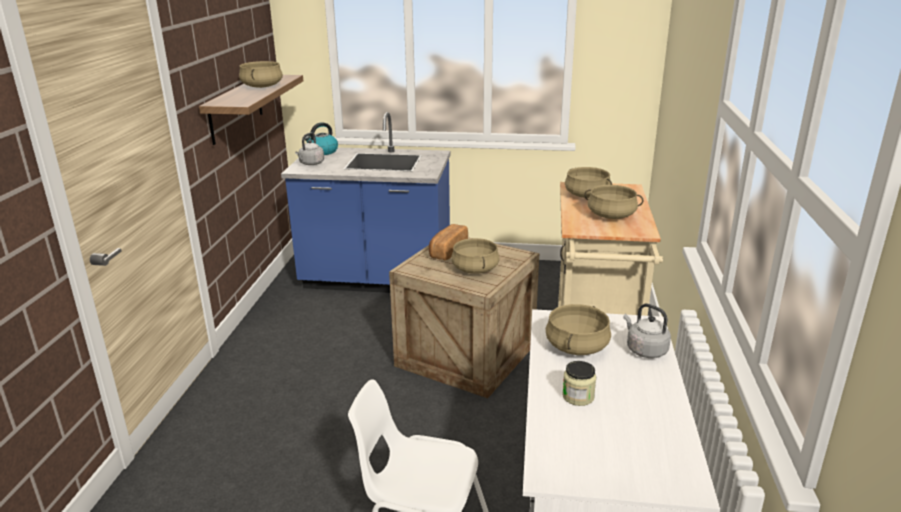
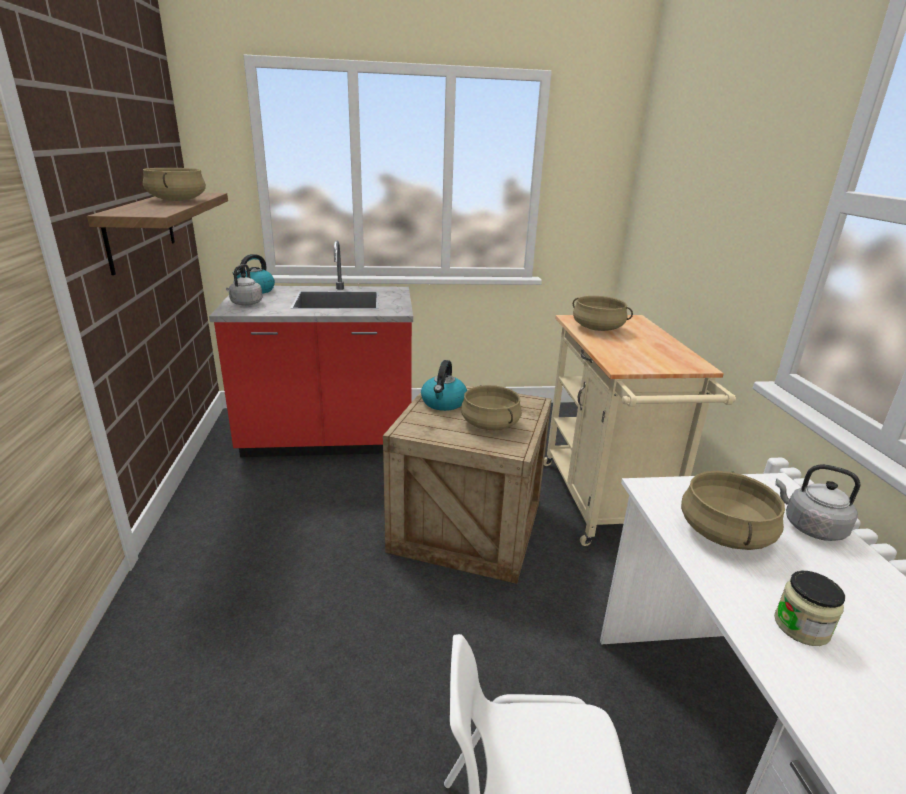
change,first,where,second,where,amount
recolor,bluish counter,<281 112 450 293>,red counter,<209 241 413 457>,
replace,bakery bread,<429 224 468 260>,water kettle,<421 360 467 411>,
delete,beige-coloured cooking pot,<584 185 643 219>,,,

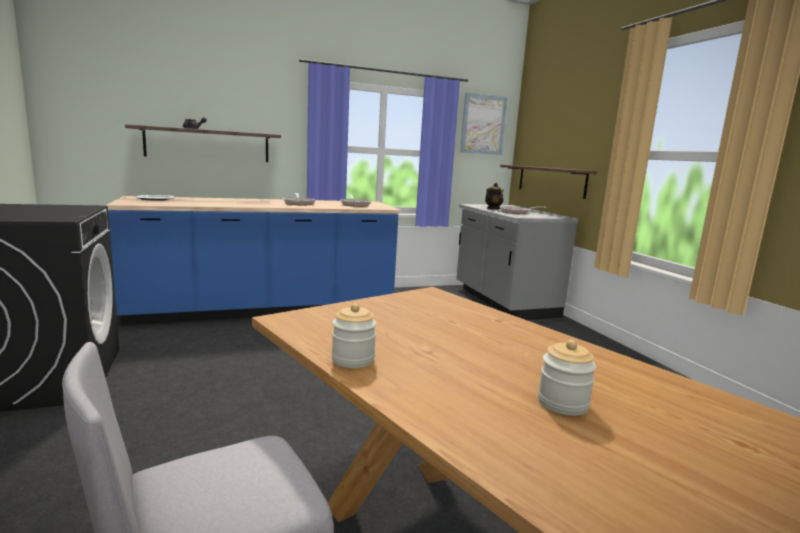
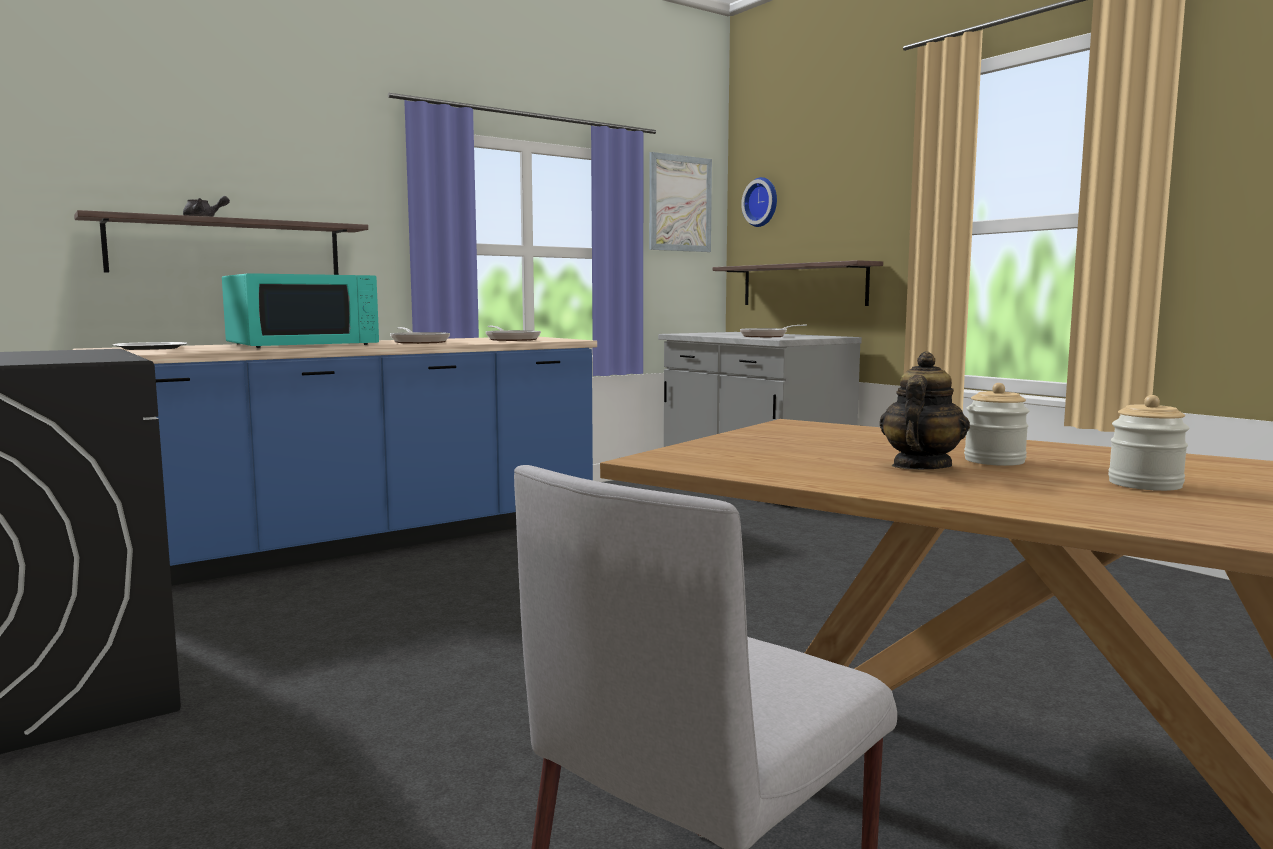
change,first,where,second,where,amount
move,storage jar,<332 303 377 368>,,<964 383 1029 466>,
move,tea pot,<485 183 504 209>,,<880 352 970 469>,
insert,,,turquoise microwave,<222 273 379 348>,
insert,,,clock on the wall,<741 177 777 227>,

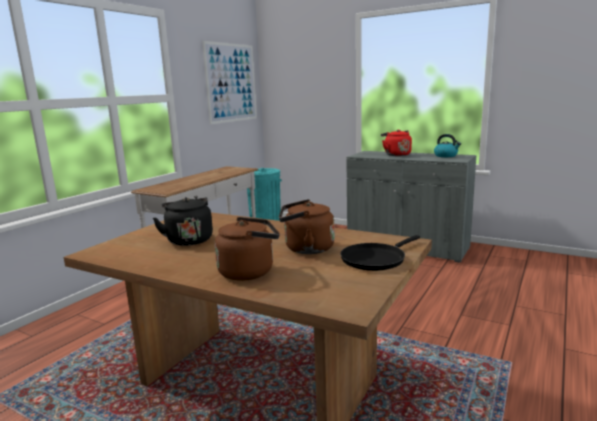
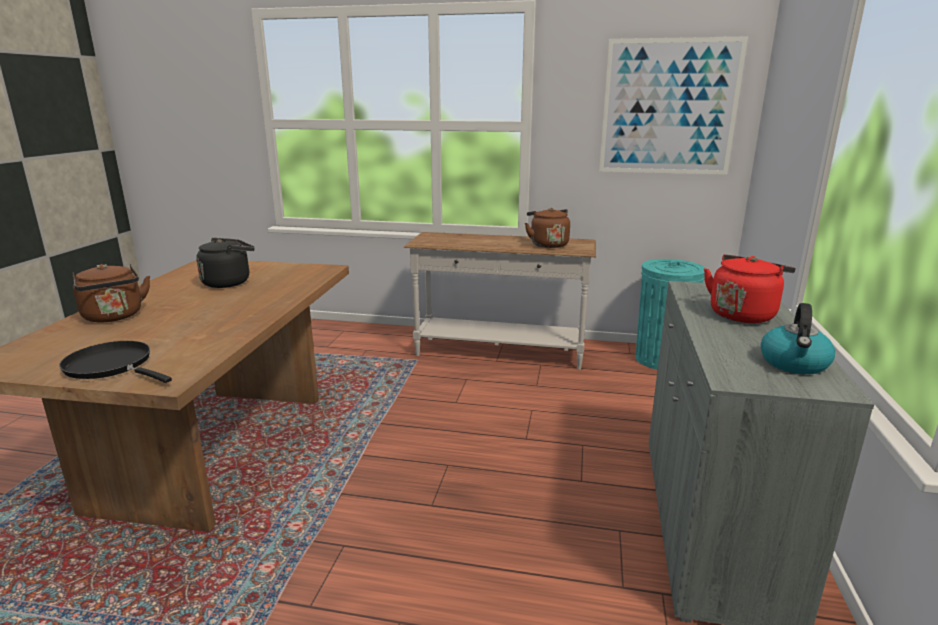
change,first,where,second,where,amount
move,brown water kettle,<279 199 335 254>,,<525 208 570 248>,

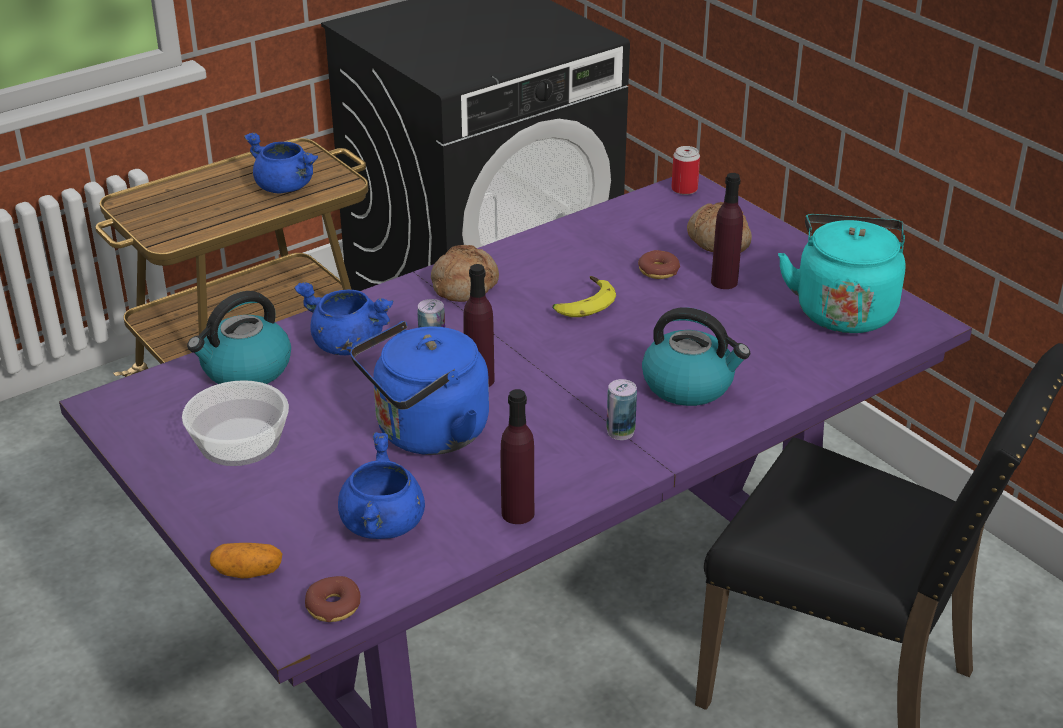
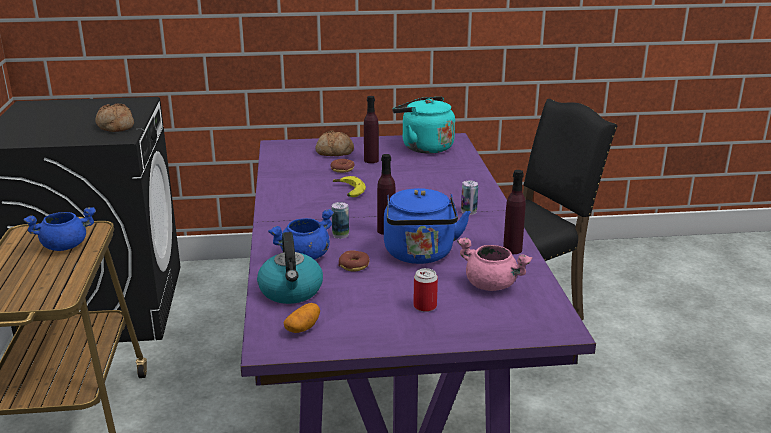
change,first,where,second,where,amount
delete,deep dish,<182 380 289 466>,,,
move,whole potato,<210 543 282 579>,,<284 303 320 333>,
move,donut,<305 576 360 622>,,<339 250 370 272>,
recolor,bluish cooking pot,<338 432 425 539>,pink-coloured cooking pot,<457 238 532 291>,
move,bakery bread,<431 245 499 302>,,<95 103 134 132>,
delete,water kettle,<642 307 750 406>,,,
move,can,<672 146 700 195>,,<413 268 438 312>,

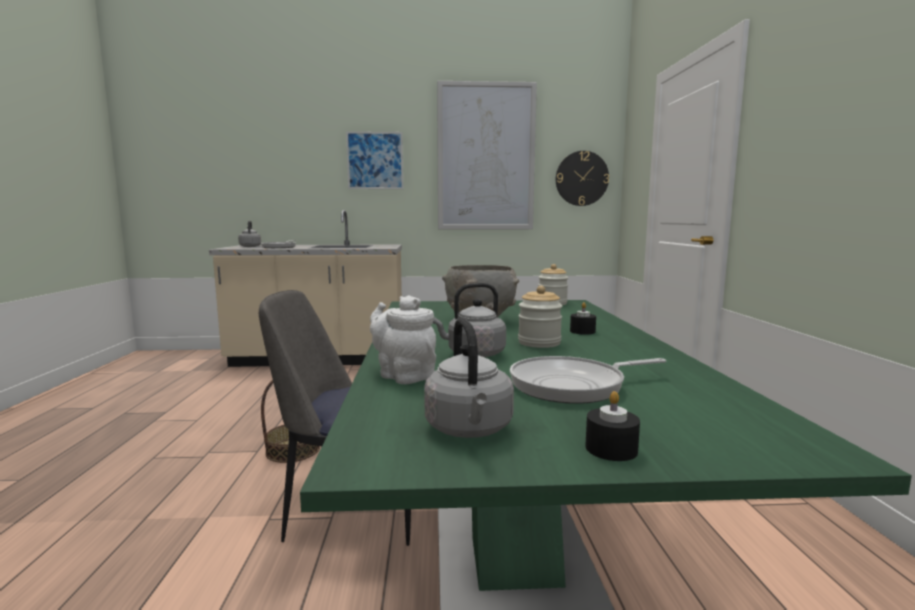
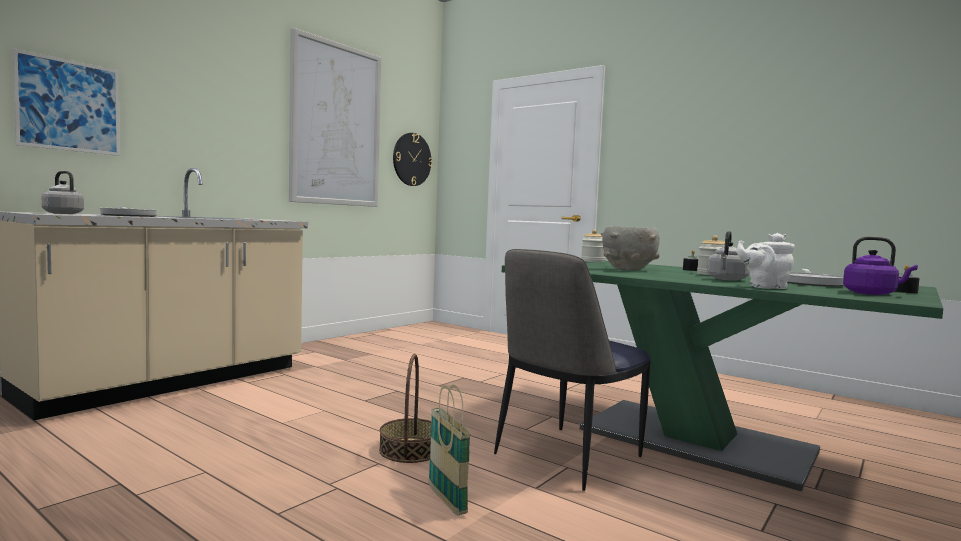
change,first,where,second,where,amount
move,wall picture,<346 131 404 189>,,<13 48 120 156>,
recolor,grey water kettle,<424 318 514 438>,purple-coloured water kettle,<843 237 918 295>,
insert,,,household basket,<428 385 471 515>,

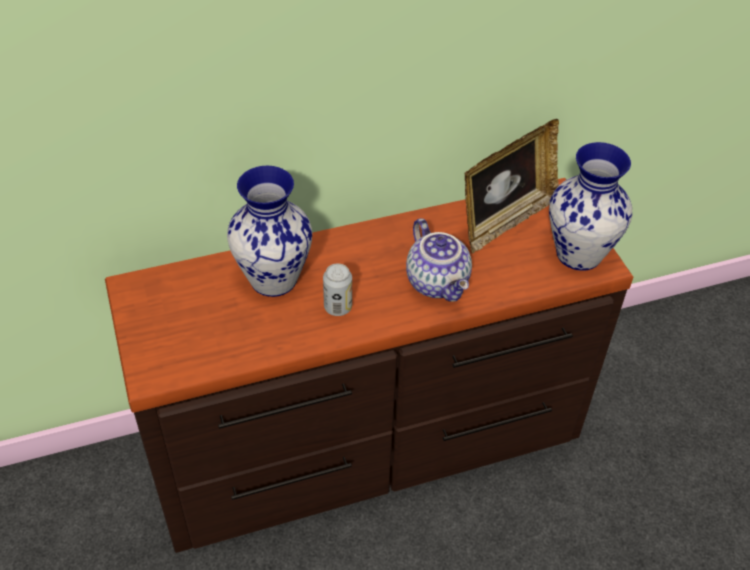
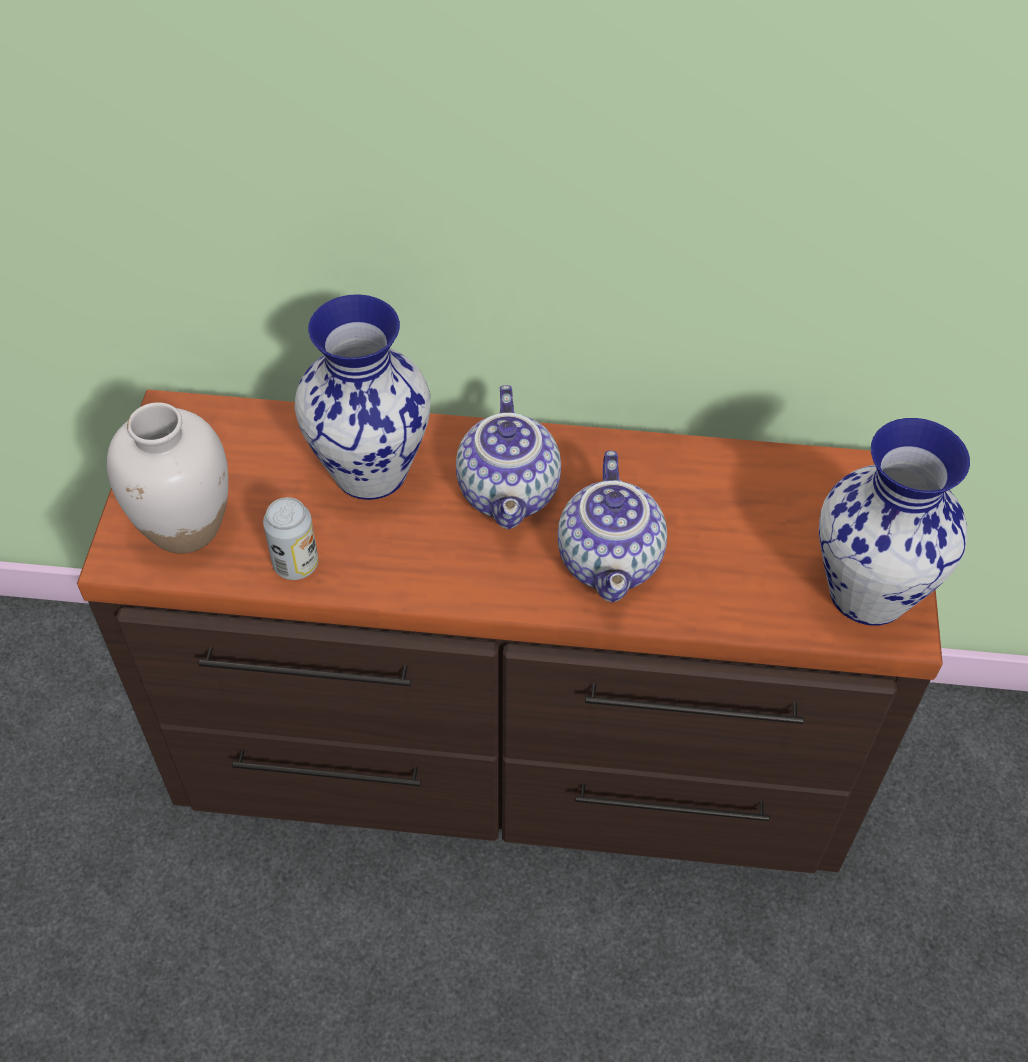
change,first,where,second,where,amount
move,can,<323 263 352 316>,,<263 497 318 580>,
delete,photo frame,<465 119 559 254>,,,
insert,,,white flower vase,<107 402 228 553>,
insert,,,tea pot,<456 385 561 529>,

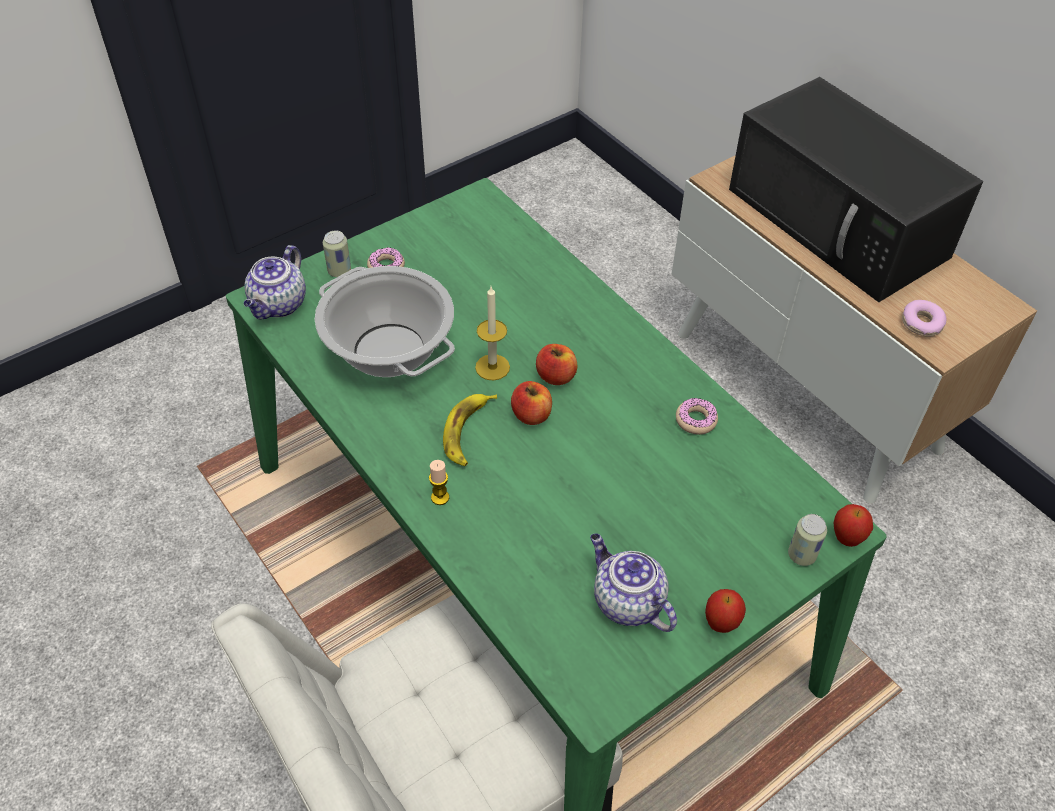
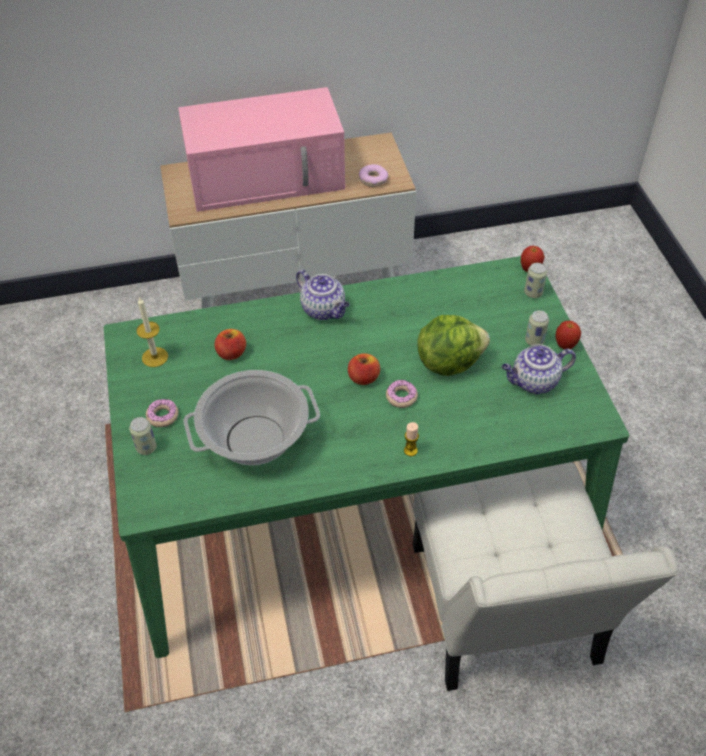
change,first,where,second,where,amount
move,tea pot,<244 245 306 320>,,<296 270 350 320>,
delete,banana fruit,<443 394 497 466>,,,
move,wax candle,<475 287 510 380>,,<136 297 168 367>,
move,apple fruit,<536 344 578 385>,,<215 329 246 360>,
move,donut,<676 398 718 435>,,<386 380 418 408>,
recolor,blackish microwave,<729 77 983 302>,pink-coloured microwave,<178 87 345 212>,
insert,,,head of lettuce,<417 315 490 376>,
insert,,,can,<525 310 549 346>,

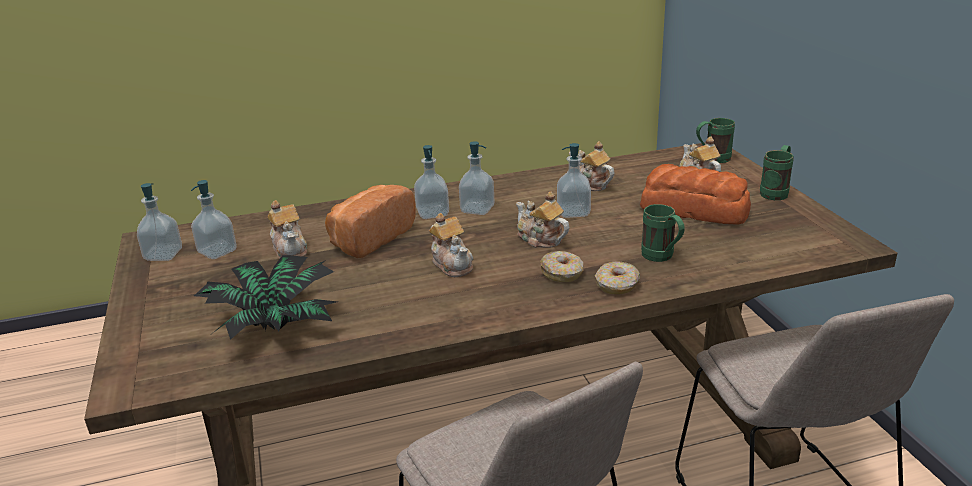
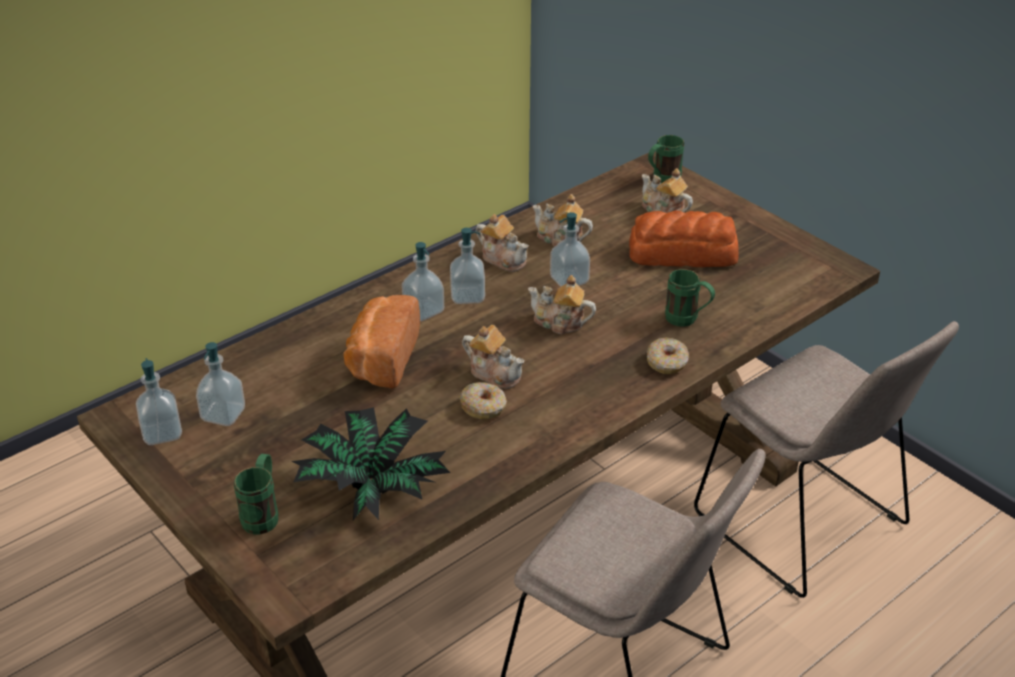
change,first,where,second,where,amount
move,tea pot,<267 200 307 259>,,<476 214 529 272>,
move,donut,<540 251 584 282>,,<459 382 507 419>,
move,green tea mug,<760 145 794 200>,,<234 454 279 534>,

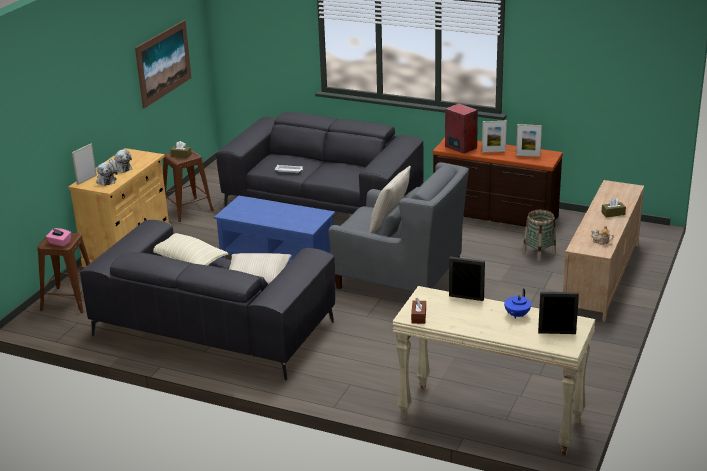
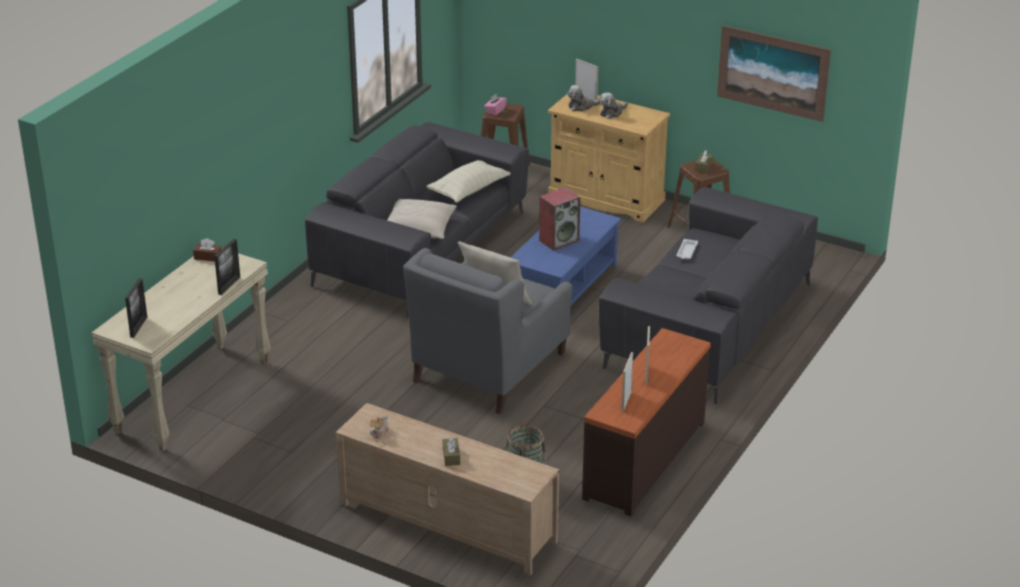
change,first,where,second,where,amount
move,audio speaker,<445 103 478 154>,,<539 187 581 251>,
delete,bluish tea pot,<504 289 531 319>,,,

